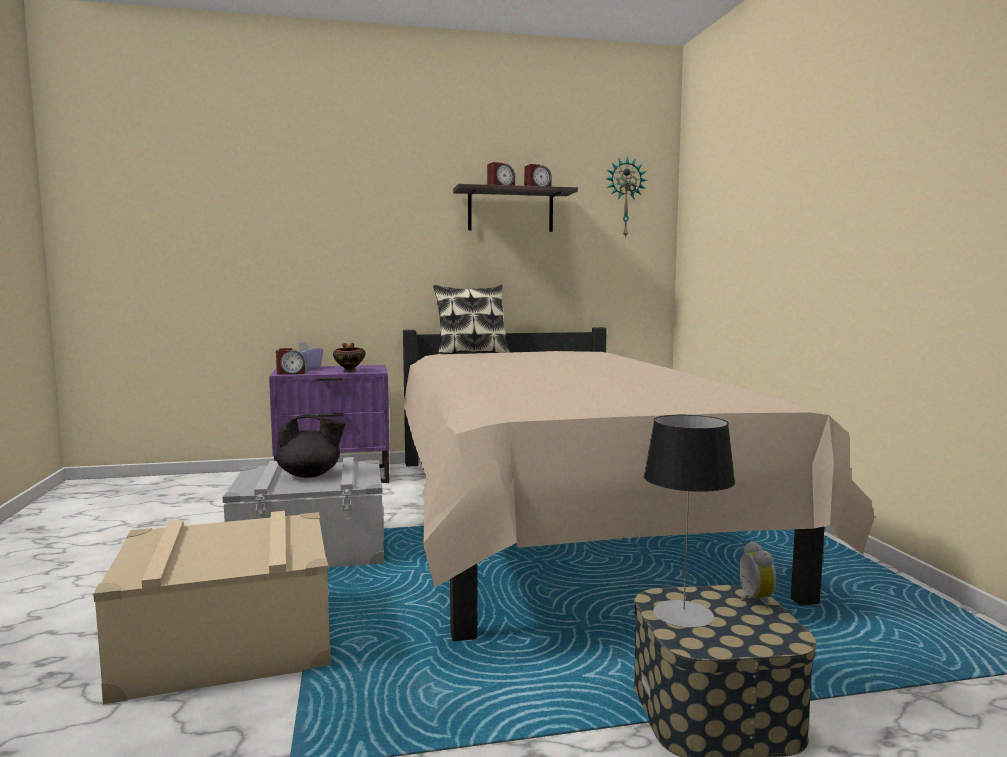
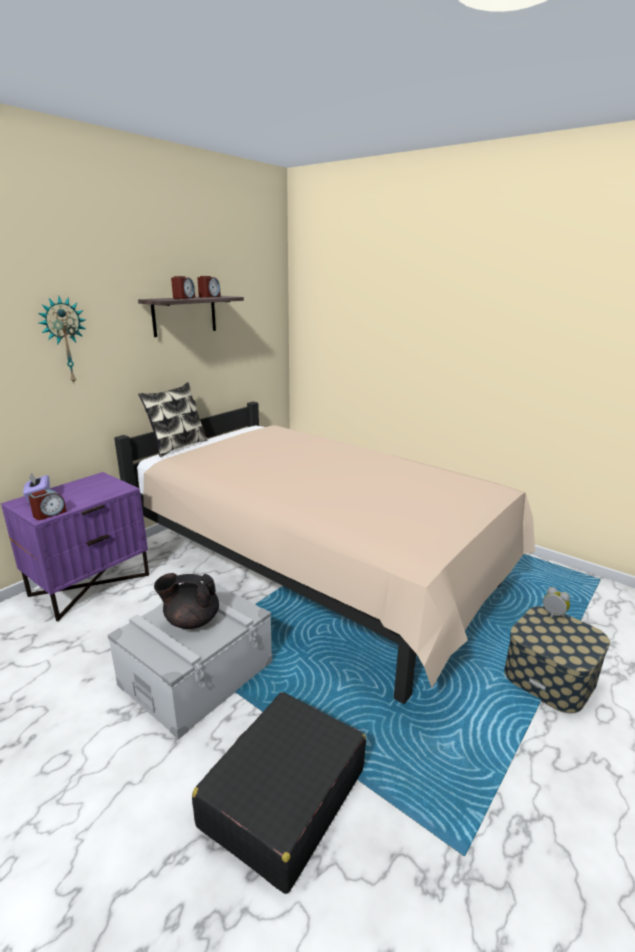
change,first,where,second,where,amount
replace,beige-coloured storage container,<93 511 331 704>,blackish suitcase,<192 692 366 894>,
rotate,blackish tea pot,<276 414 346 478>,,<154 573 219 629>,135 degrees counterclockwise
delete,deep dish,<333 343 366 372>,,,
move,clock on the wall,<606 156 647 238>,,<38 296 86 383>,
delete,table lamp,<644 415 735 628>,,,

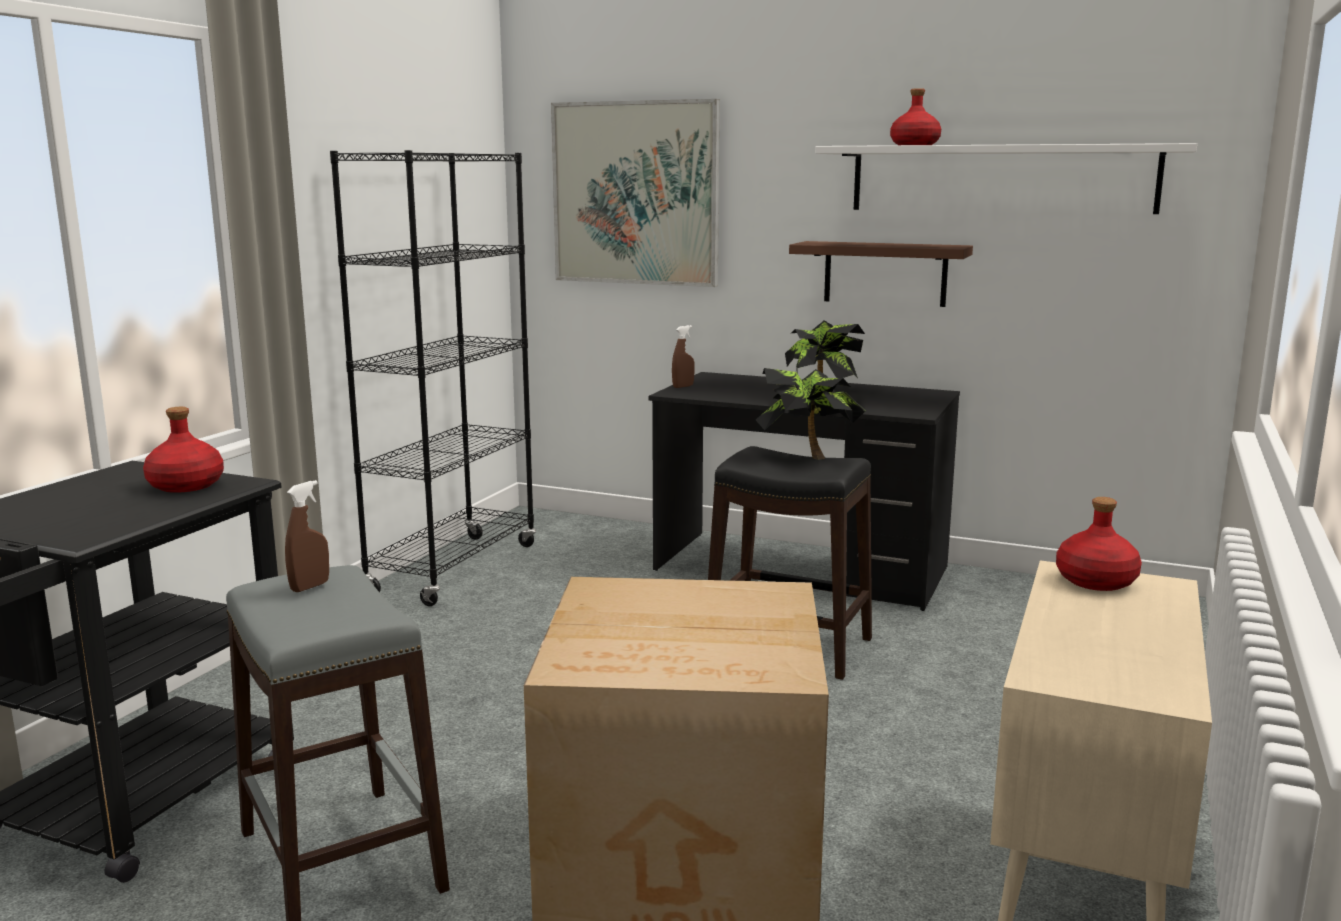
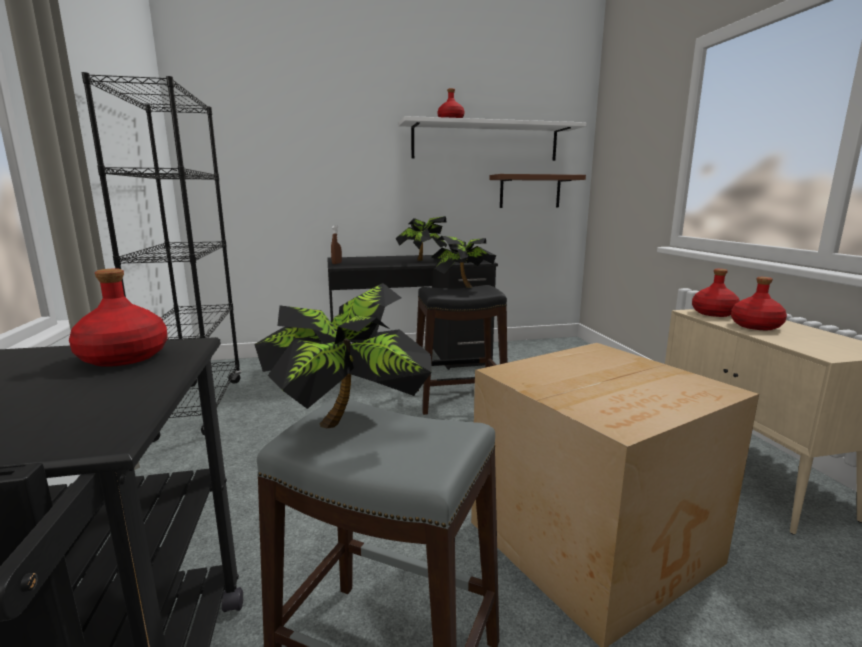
change,first,where,second,where,amount
replace,brown spray bottle,<285 480 329 592>,houseplant,<254 283 432 428>,
delete,wall picture,<551 99 720 287>,,,
move,brown bracket shelf,<789 241 973 307>,,<489 174 586 208>,
insert,,,red bottle,<731 277 787 330>,

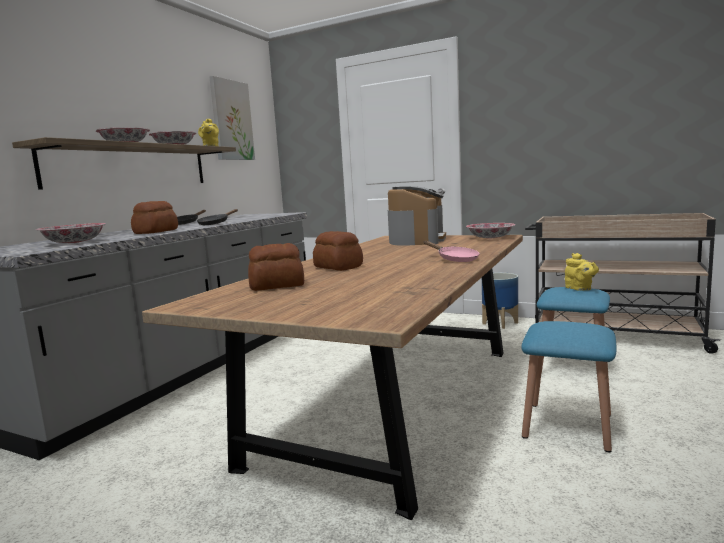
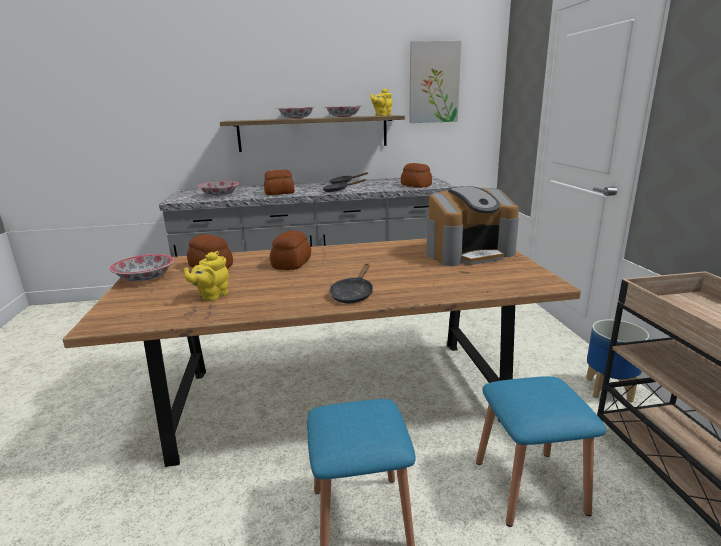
change,first,where,second,where,amount
recolor,pink-coloured pan,<424 241 479 262>,blackish pan,<329 264 373 303>,
move,deep dish,<466 223 515 239>,,<109 254 174 281>,
move,yellow tea pot,<565 253 599 291>,,<184 251 229 301>,
insert,,,bakery bread,<401 163 432 188>,

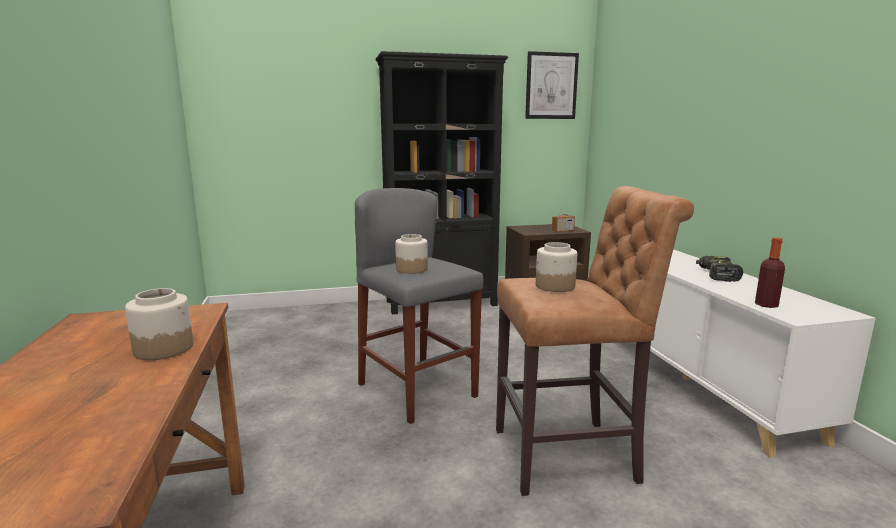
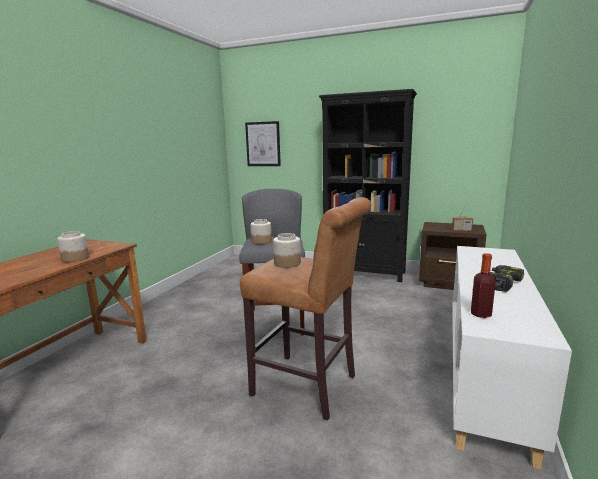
change,first,where,second,where,amount
move,wall picture,<525 51 579 119>,,<245 121 281 166>,

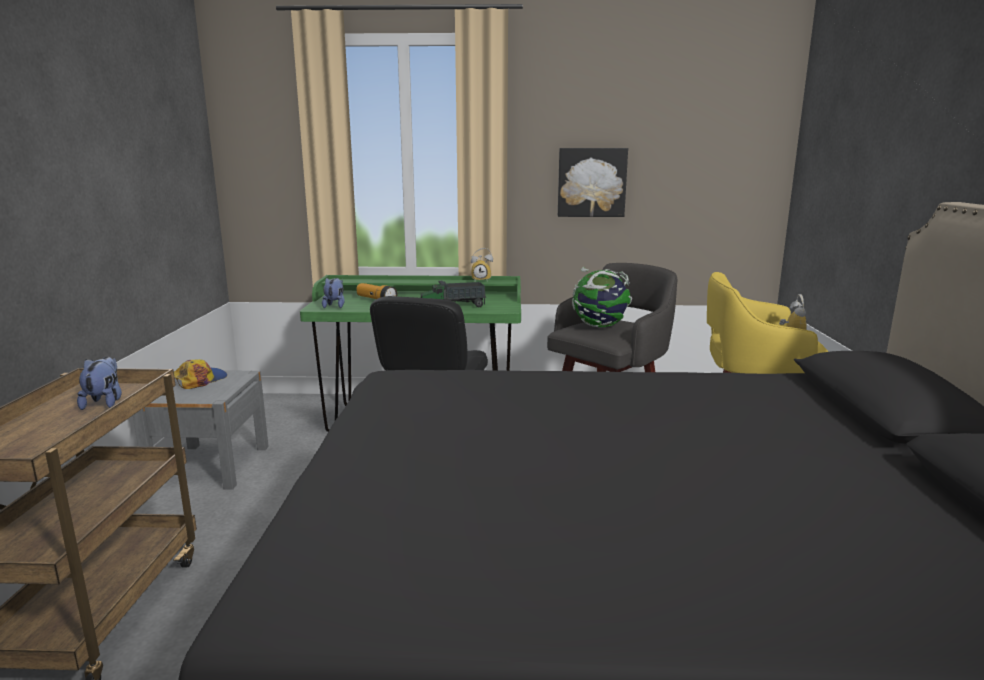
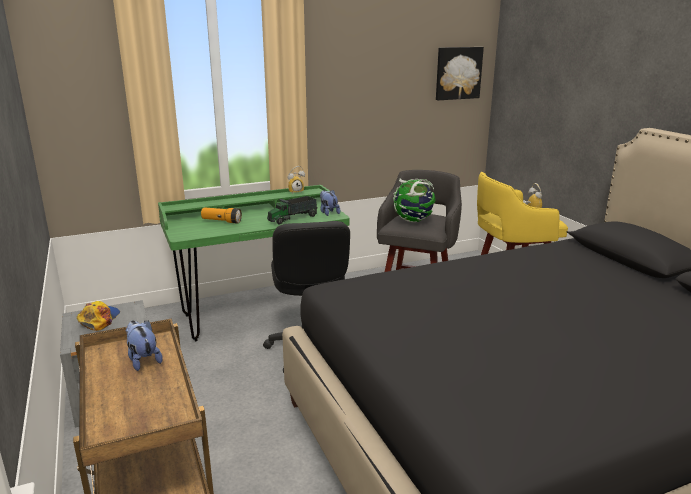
change,first,where,second,where,amount
move,soft toy,<322 278 345 308>,,<320 190 340 216>,
move,wall picture,<558 148 628 217>,,<436 47 484 100>,

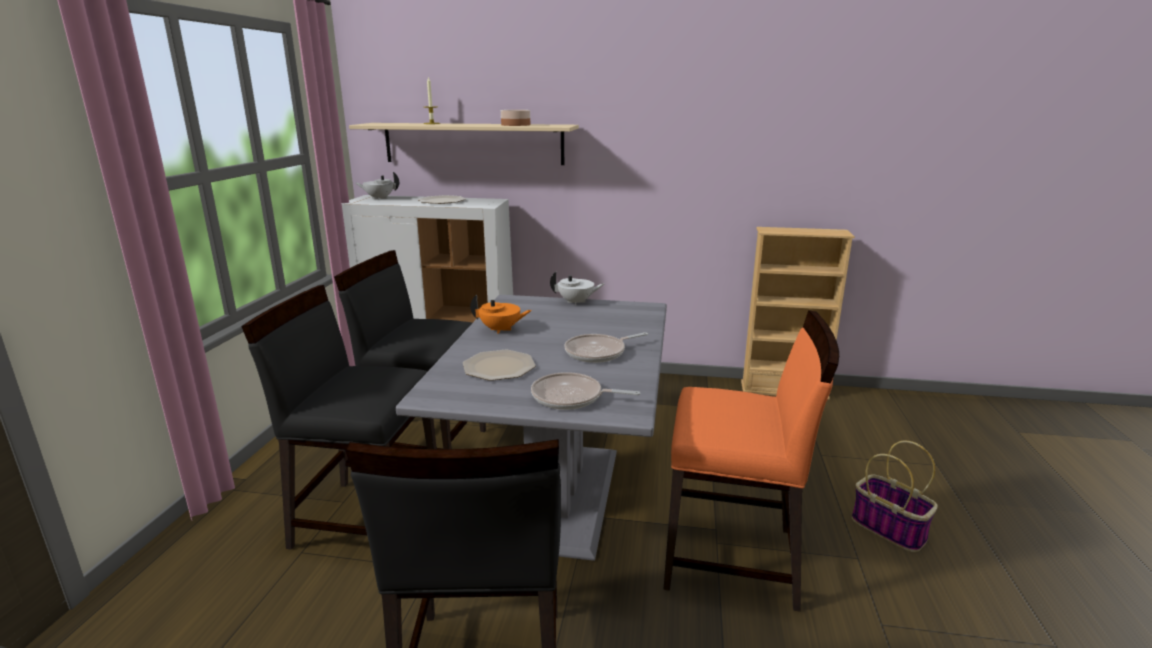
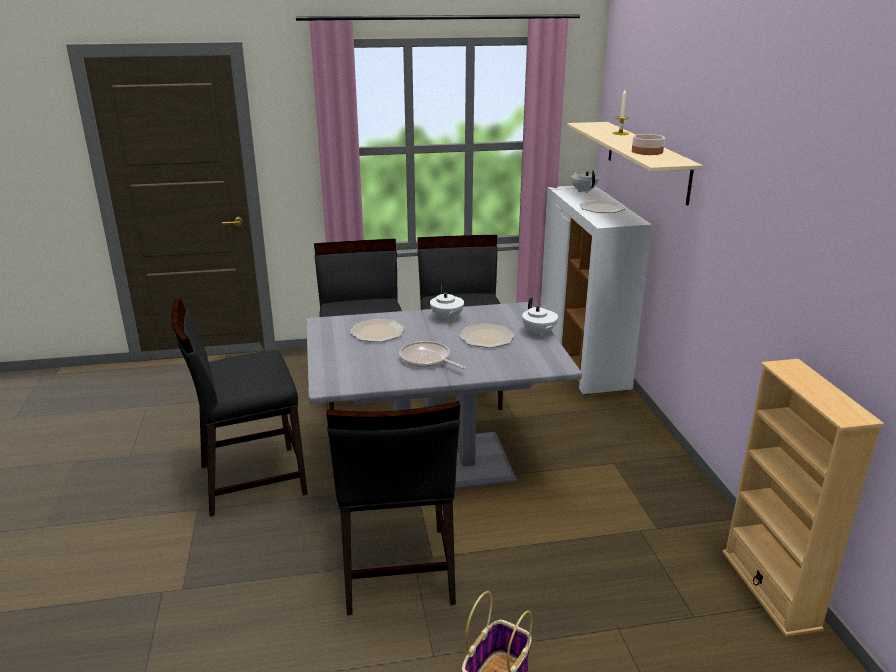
change,first,where,second,where,amount
recolor,orange tea pot,<470 295 532 334>,white tea pot,<430 284 464 322>,
delete,pan,<531 372 640 410>,,,
recolor,orange plain chair,<663 310 839 612>,blackish plain chair,<327 401 460 615>,
insert,,,flat dish,<459 323 515 348>,

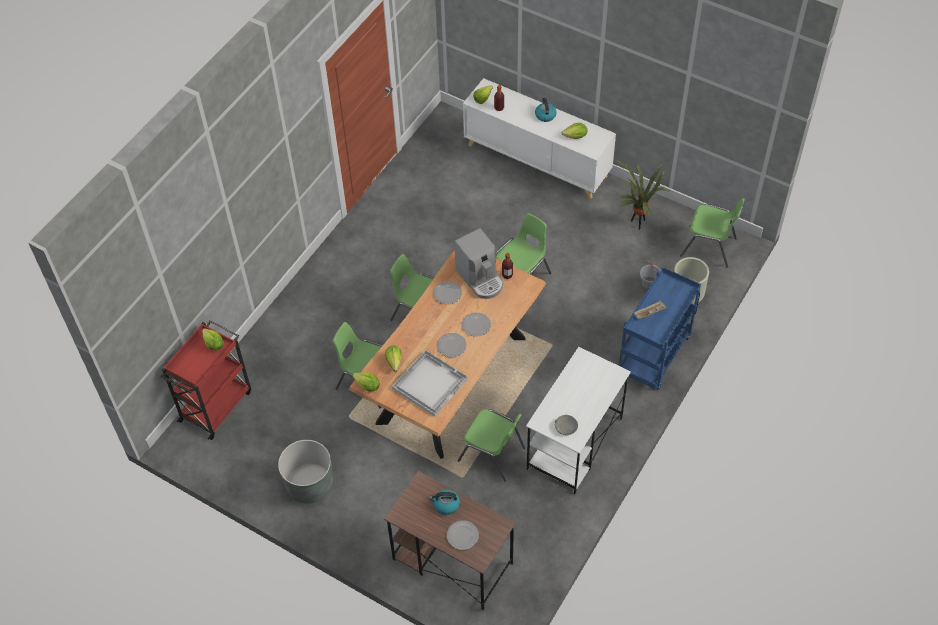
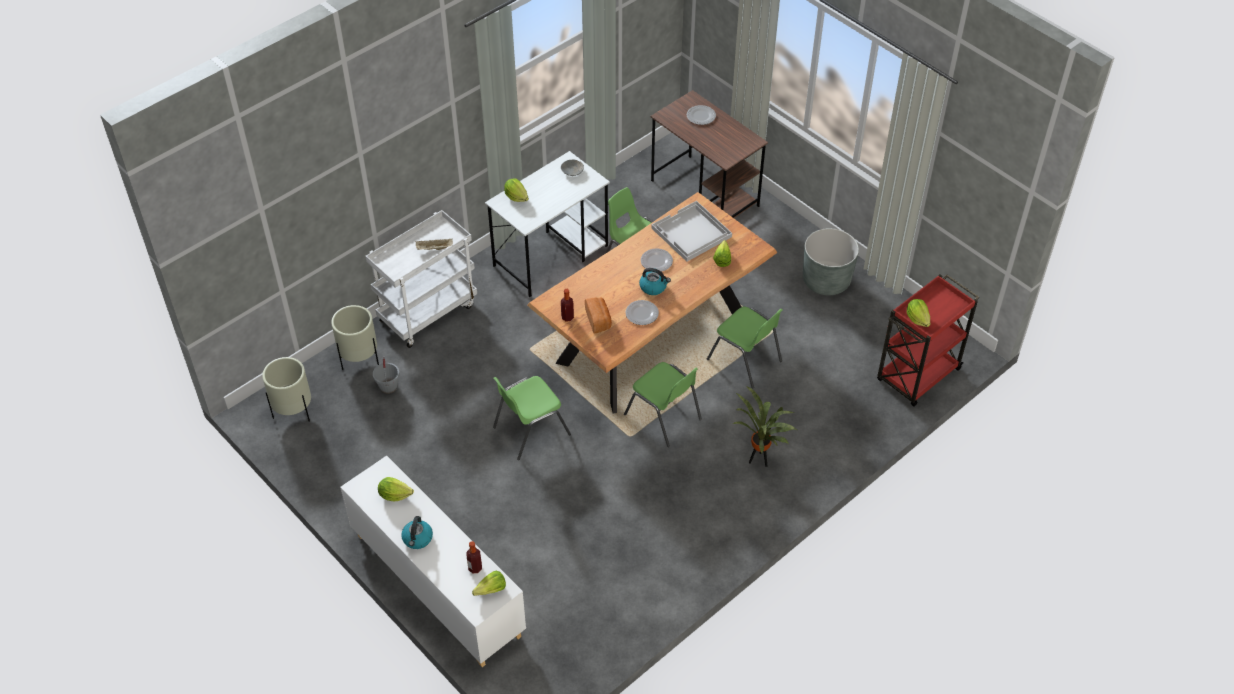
change,first,where,second,where,amount
move,head of lettuce,<352 372 380 391>,,<504 178 529 202>,
move,water kettle,<429 489 460 515>,,<639 268 671 295>,
replace,coffee machine,<454 228 504 299>,bakery bread,<585 297 612 334>,
delete,flat dish,<462 313 491 337>,,,
move,houseplant,<615 160 671 230>,,<733 386 797 467>,
recolor,bluish wheeled cart,<619 267 701 389>,white wheeled cart,<365 210 477 348>,
replace,green plain chair,<680 198 745 267>,beige-coloured plant pot,<262 357 311 422>,

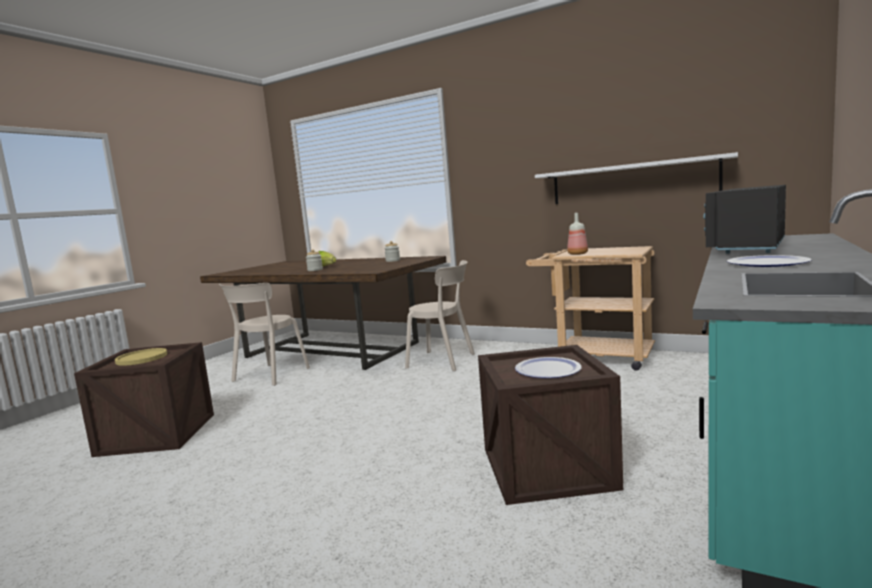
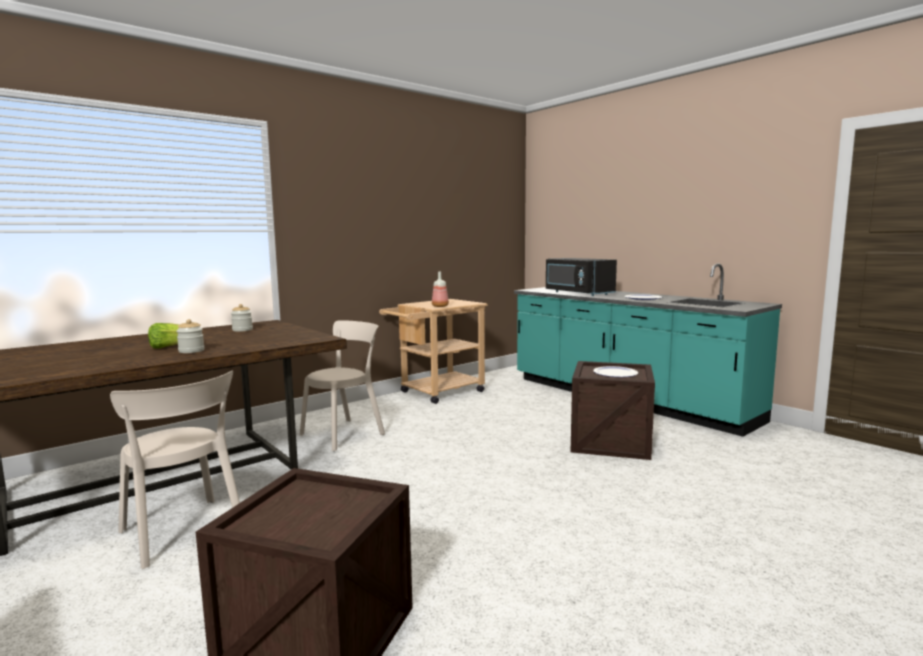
change,first,where,second,where,amount
delete,yellow flat dish,<115 348 167 366>,,,
delete,white bracket shelf,<535 152 738 204>,,,

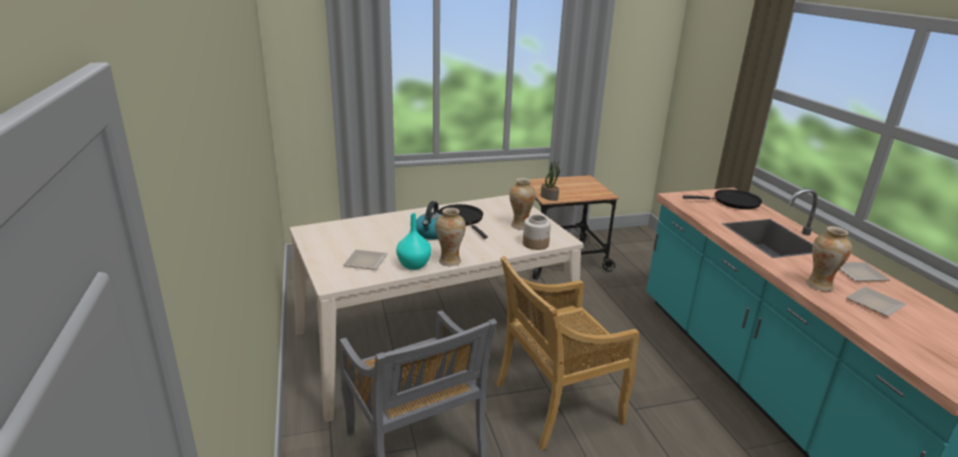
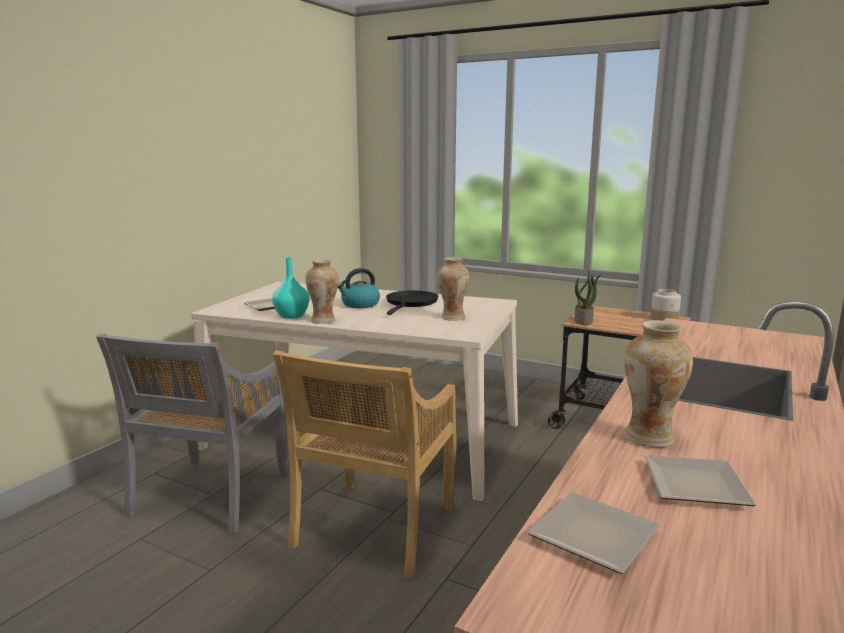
change,first,where,second,where,amount
rotate,beige-coloured plain chair,<496 256 639 450>,,<273 350 457 578>,90 degrees counterclockwise
move,storage jar,<523 215 551 250>,,<650 289 681 321>,
delete,blackish pan,<682 189 762 209>,,,
move,flat dish,<840 262 890 281>,,<527 492 660 574>,

